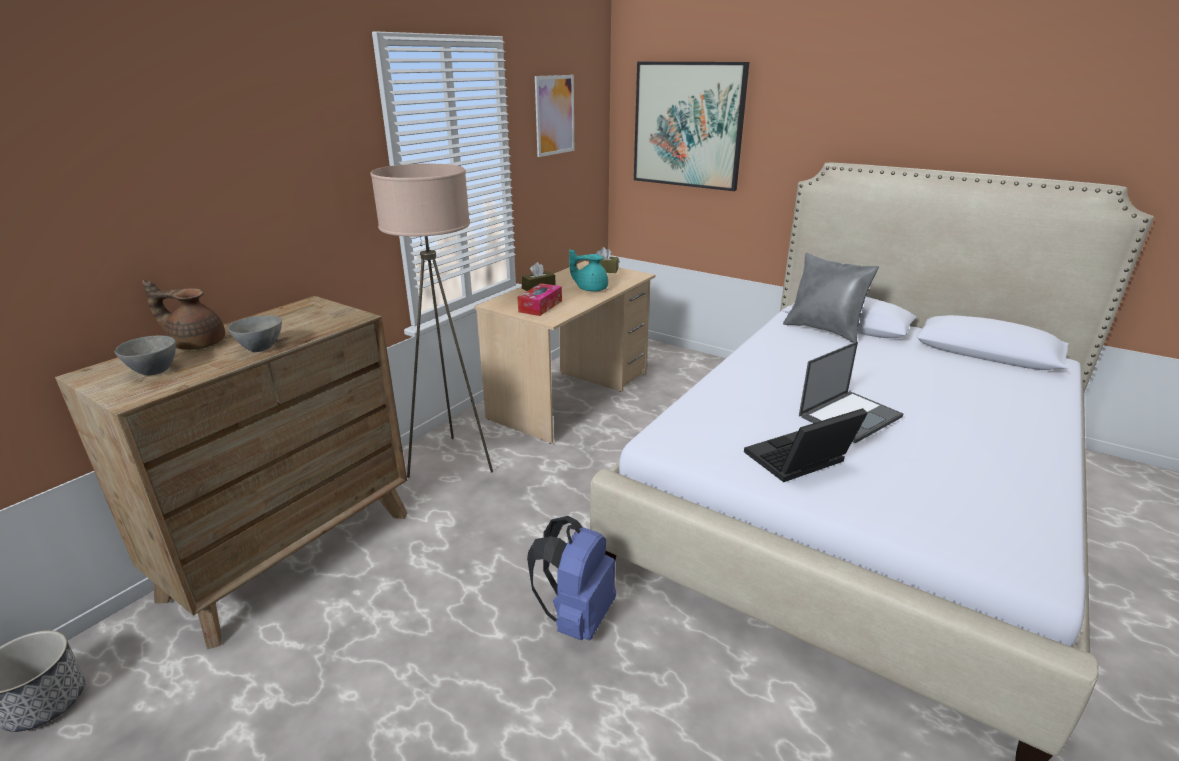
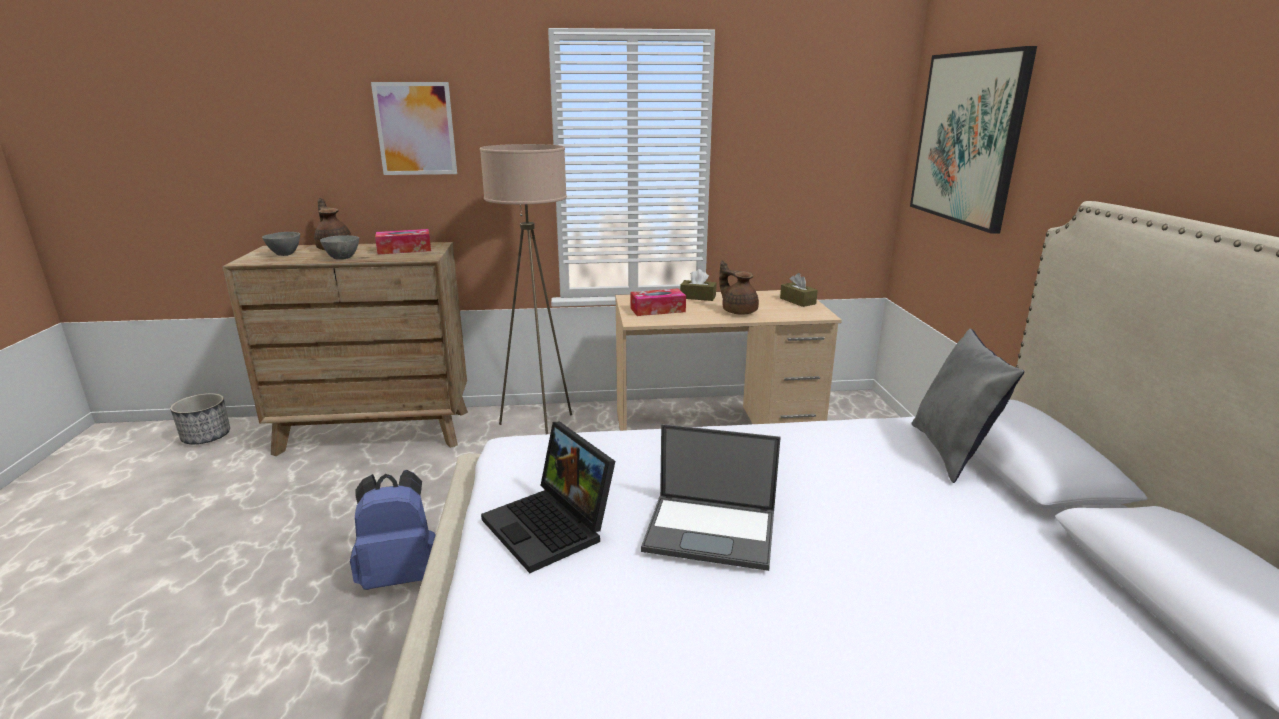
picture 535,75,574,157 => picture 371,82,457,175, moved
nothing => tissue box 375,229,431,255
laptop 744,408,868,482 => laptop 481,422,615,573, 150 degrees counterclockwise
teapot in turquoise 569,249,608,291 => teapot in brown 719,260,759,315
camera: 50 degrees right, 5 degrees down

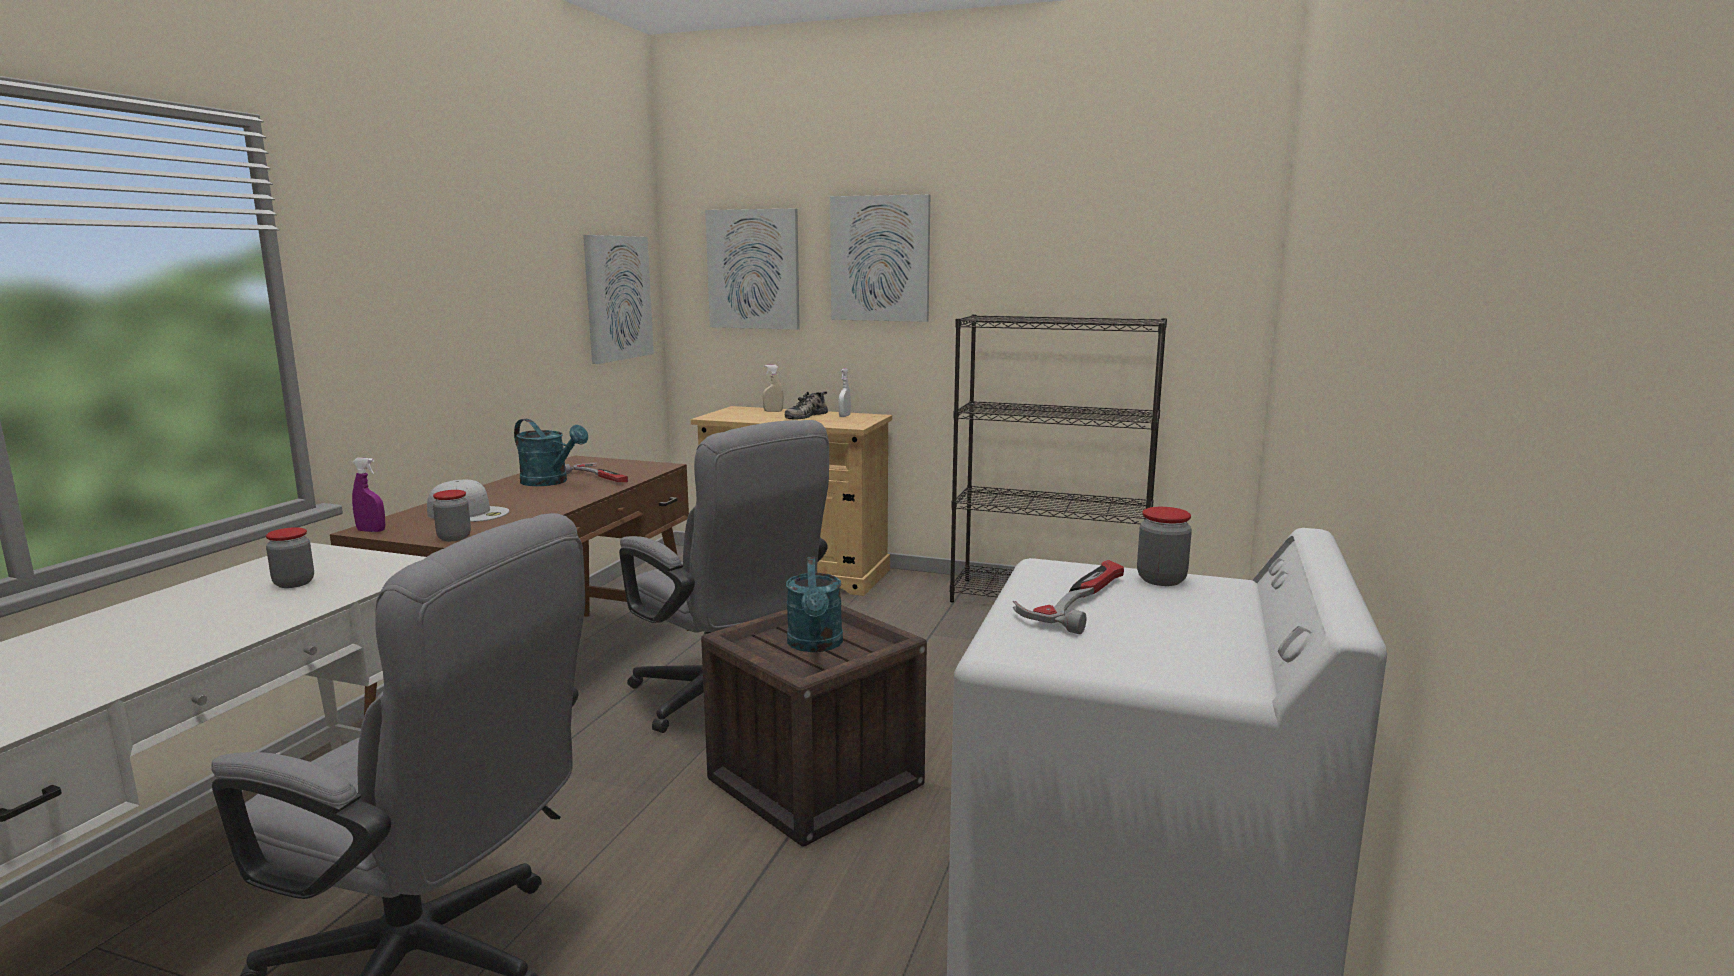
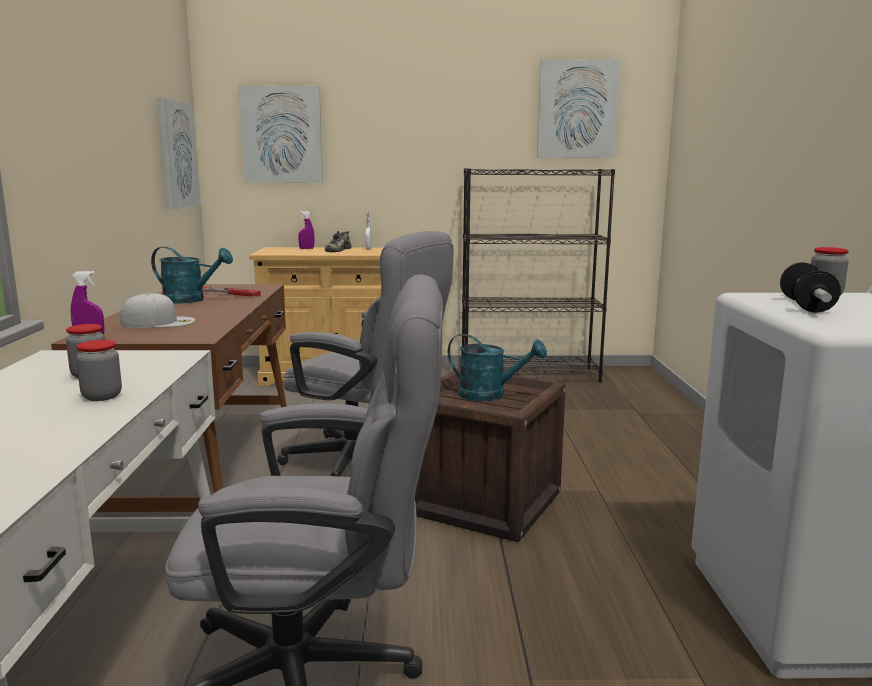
jar 433,490,471,541 => jar 76,340,122,401, moved
spray bottle in beige 763,365,783,412 => spray bottle in purple 298,211,314,249
watering can in turquoise 786,557,843,652 => watering can in turquoise 448,334,547,401, 45 degrees counterclockwise
picture 830,194,930,322 => picture 537,59,621,158, moved
hammer 1013,560,1124,634 => dumbbell 780,262,841,313
camera: 20 degrees left, 0 degrees up

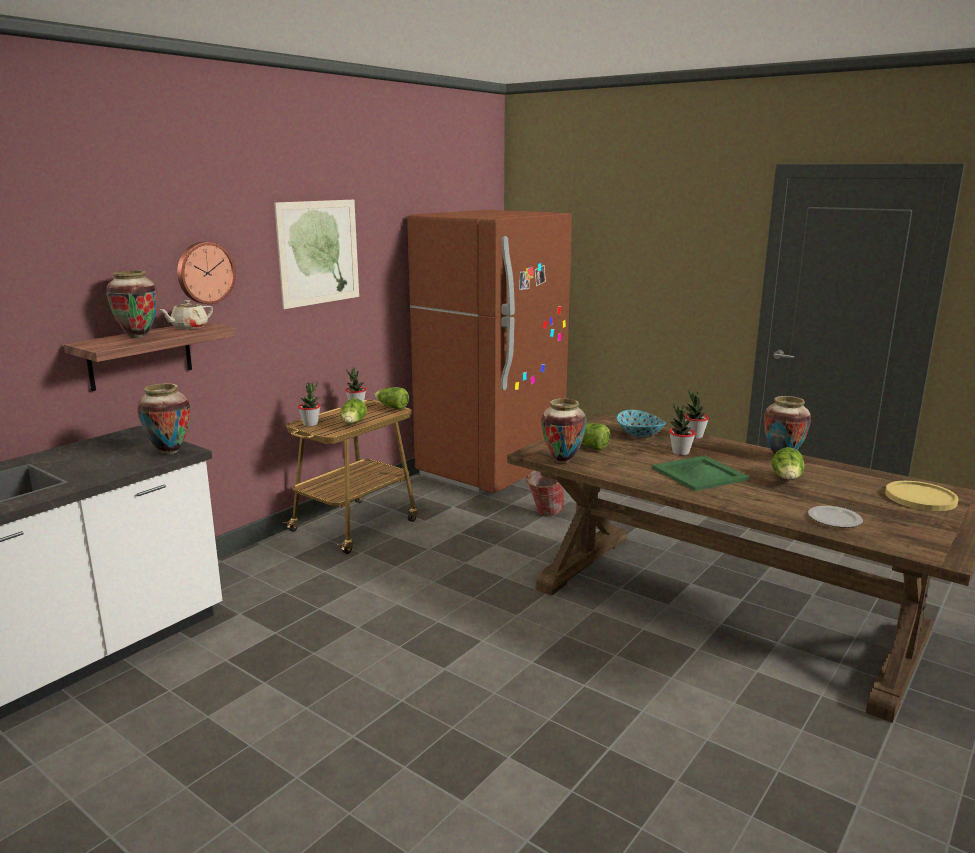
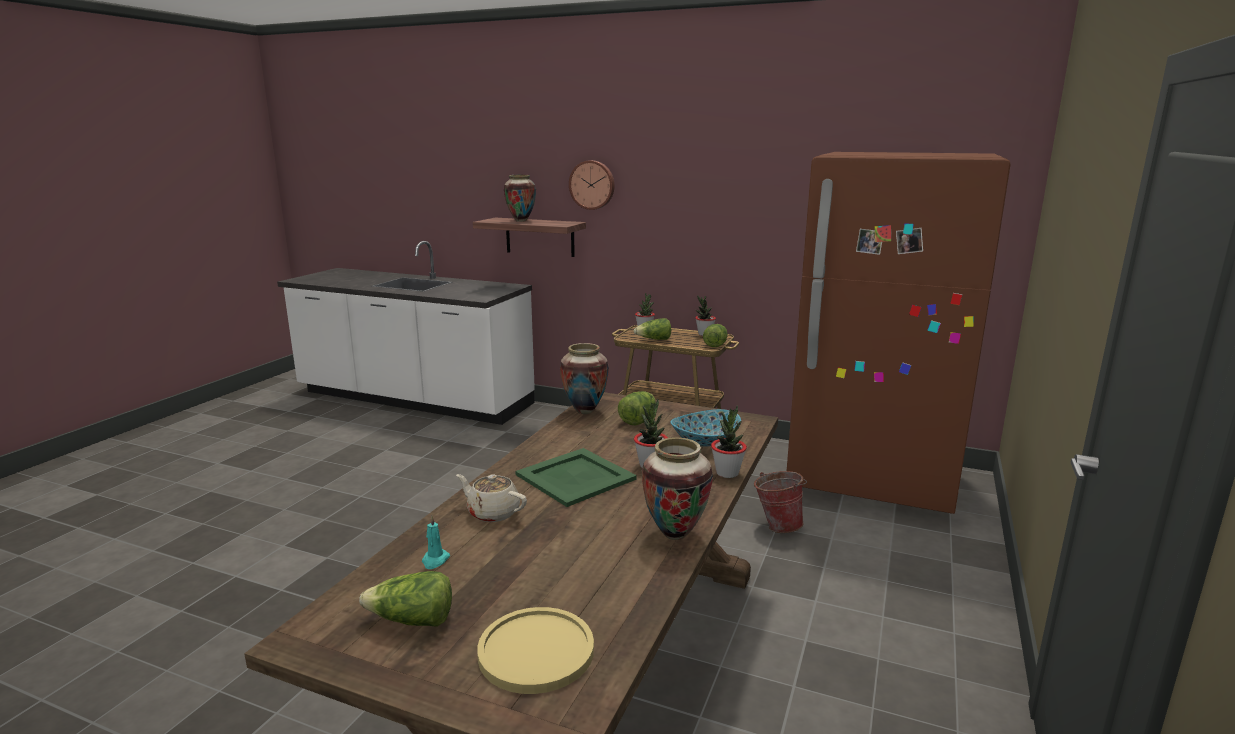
lettuce 771,447,805,480 => lettuce 359,571,452,627, moved
plate 808,506,863,528 => candle in turquoise 422,516,450,569
teapot in beige 159,300,213,329 => teapot in beige 456,474,527,522, moved
vase 137,383,190,455 => nothing
picture 274,200,359,309 => nothing
camera: 75 degrees right, 0 degrees up

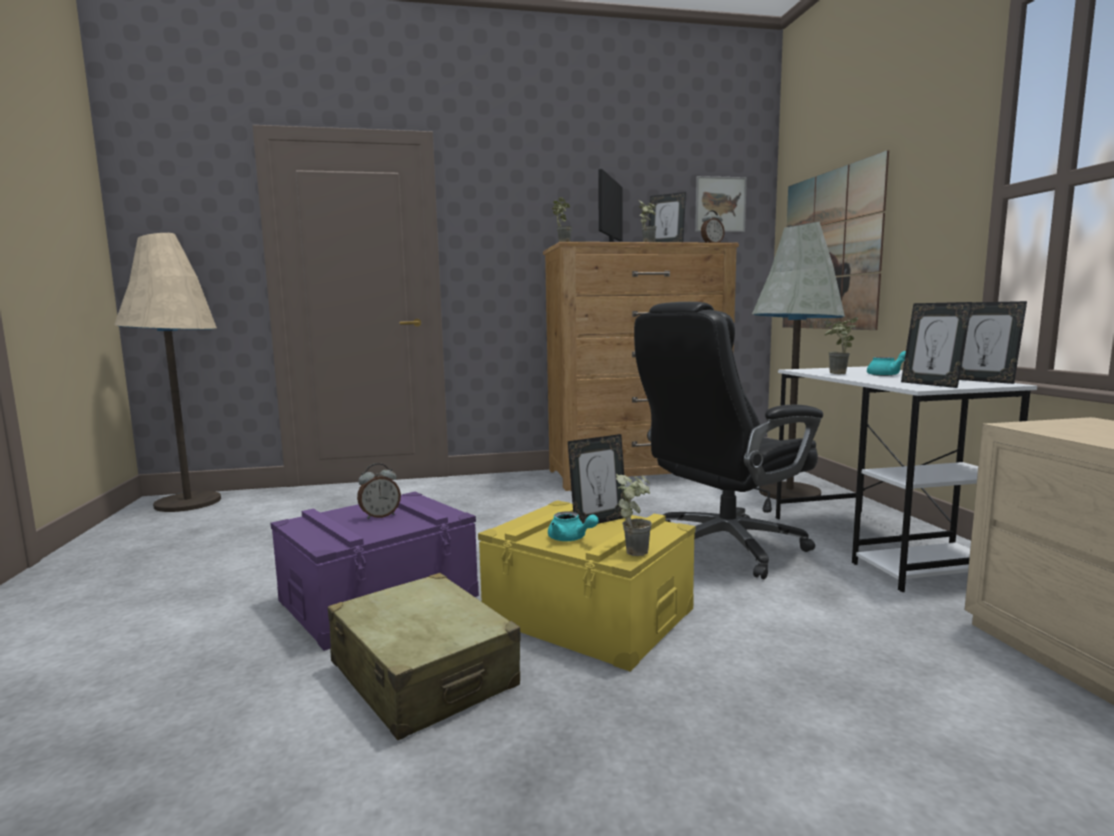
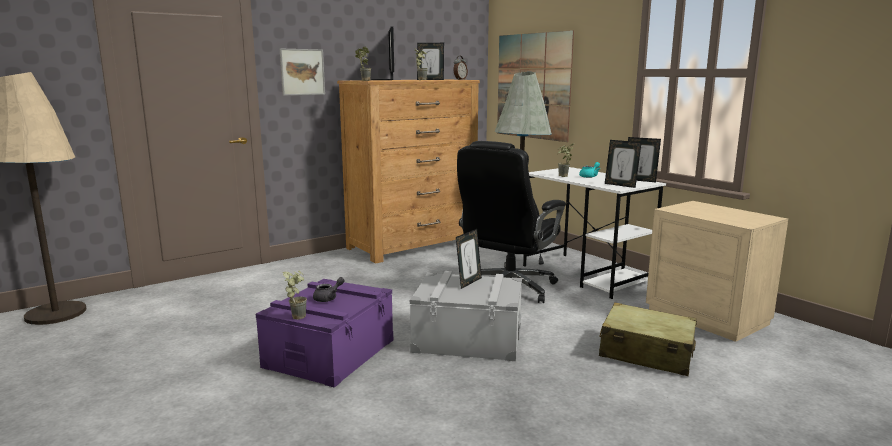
picture 695,176,747,232 => picture 280,49,325,96, moved
potted plant 616,474,652,556 => potted plant 283,270,307,320, moved
alarm clock 357,463,401,519 => teapot in grey 313,277,345,302
storage box in yellow 478,500,695,671 => storage box in grey 410,271,522,361
suitcase in beige 328,573,520,740 => suitcase in beige 599,303,697,376, moved
teapot in turquoise 548,511,599,541 => nothing
camera: 25 degrees left, 5 degrees up

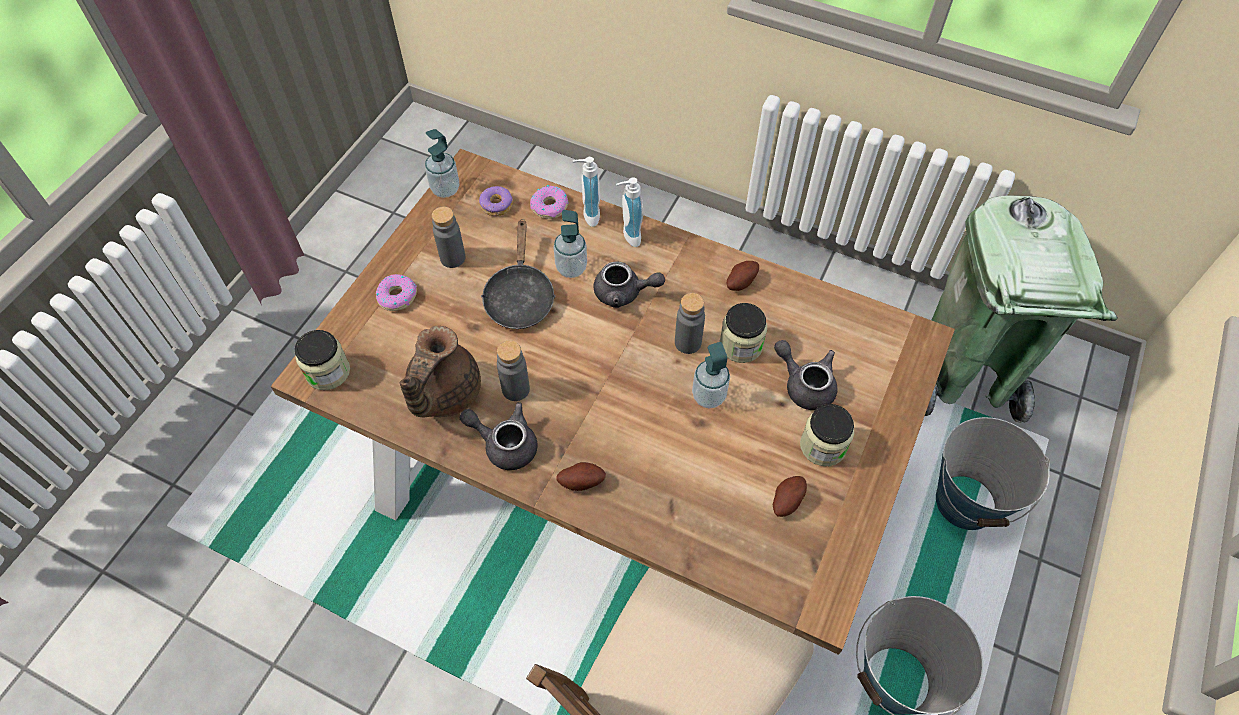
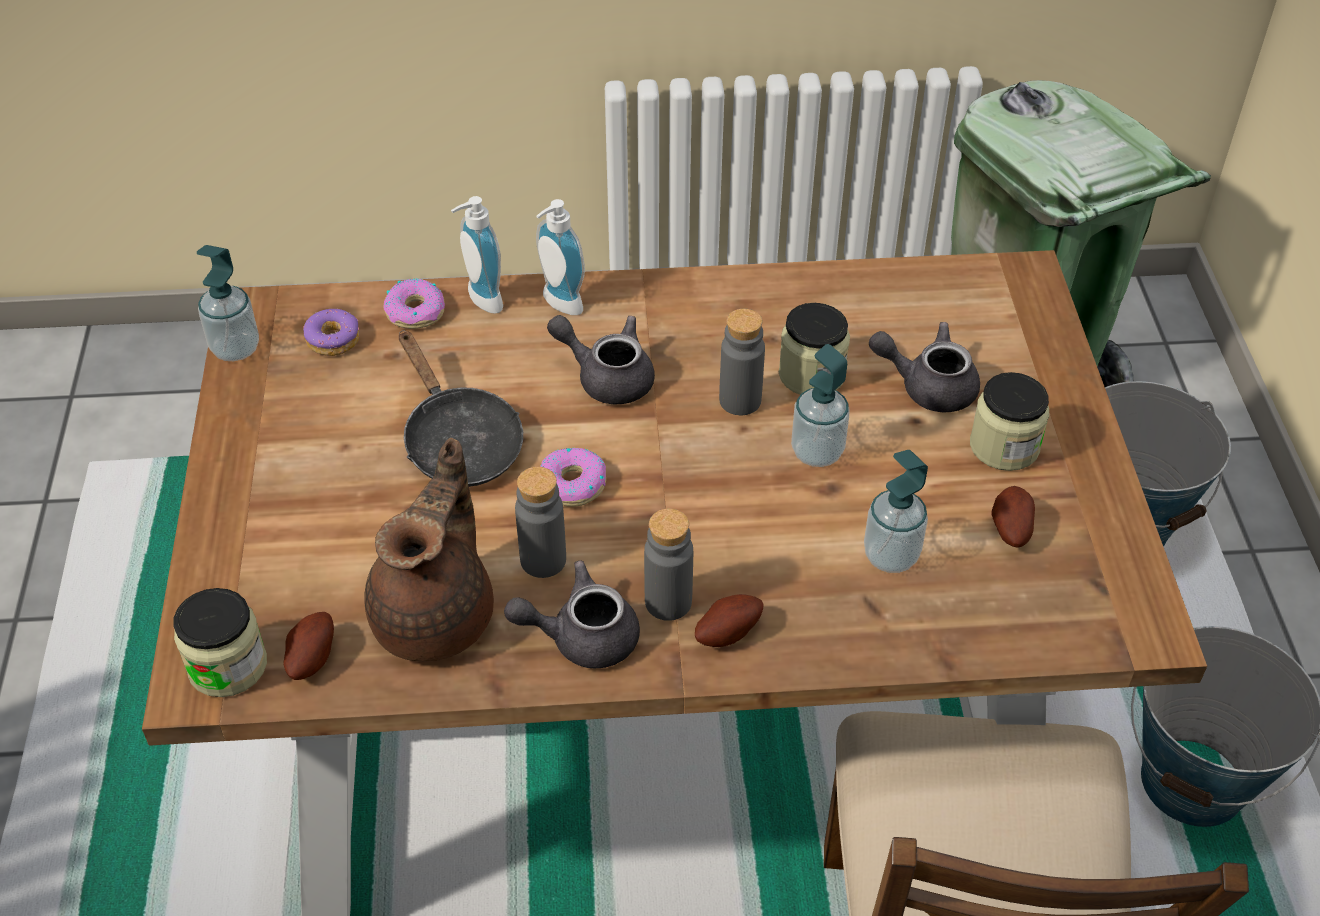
potato 727,261,759,291 => potato 283,612,334,680, moved
teapot in brown 399,326,481,417 => teapot in brown 364,438,494,661, 150 degrees counterclockwise
donut 376,274,417,311 => donut 540,448,606,507, moved
teapot in grey 594,262,665,308 => teapot in grey 547,315,655,404, 135 degrees counterclockwise
bottle in grey 432,207,466,268 => bottle in grey 644,509,693,621, moved
soap dispenser 553,210,587,278 => soap dispenser 864,450,928,573, moved
camera: 30 degrees left, 10 degrees down

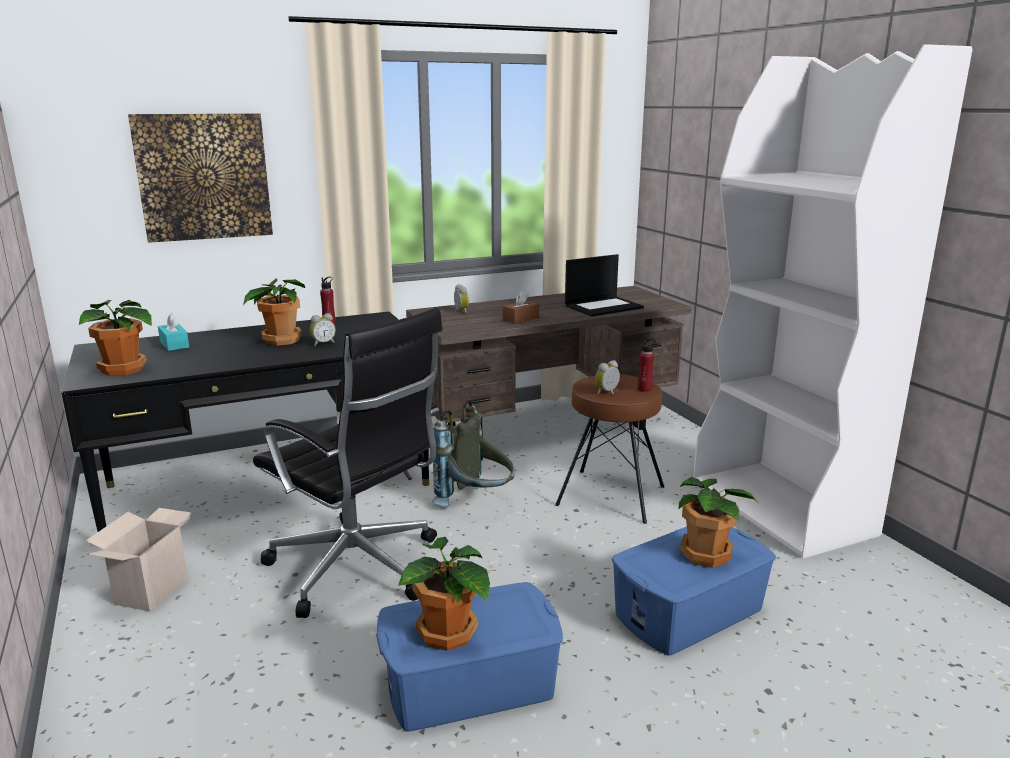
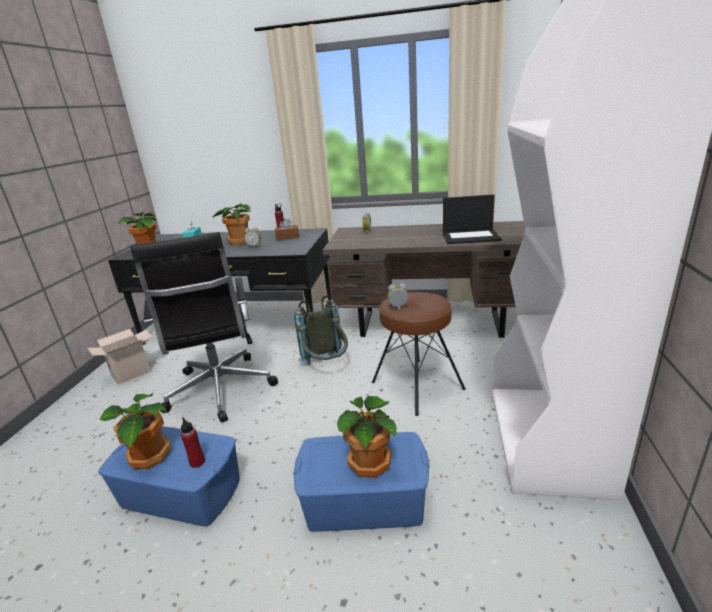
bottle in red 638,339,656,392 => bottle in red 181,417,205,468, moved
tissue box in brown 503,291,539,324 => tissue box in brown 275,218,299,240, moved
picture 128,113,273,243 => nothing
camera: 35 degrees right, 5 degrees up

